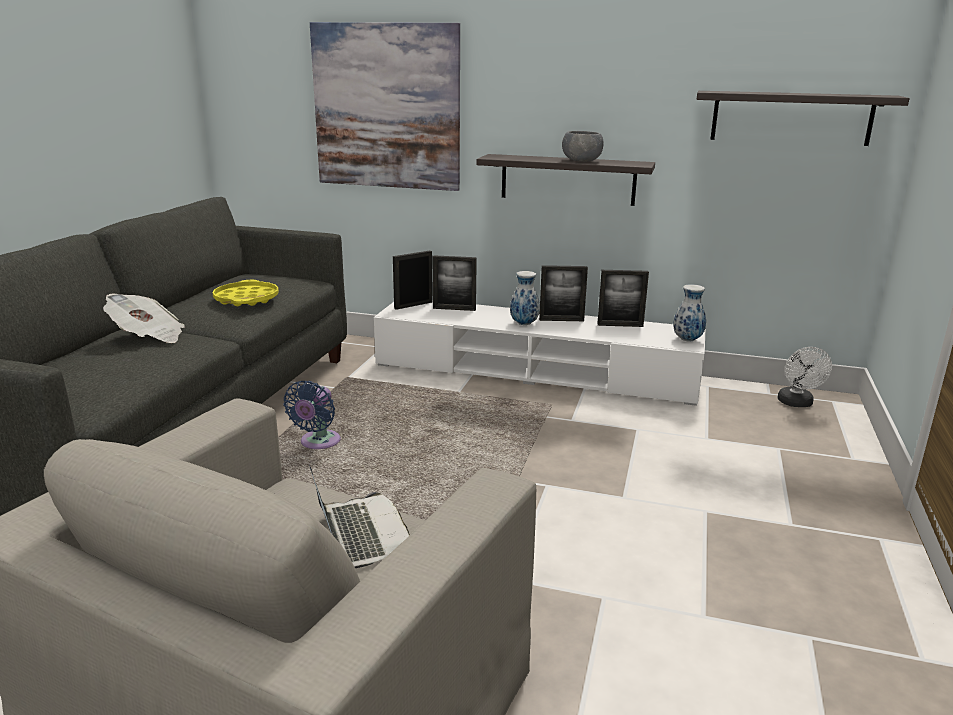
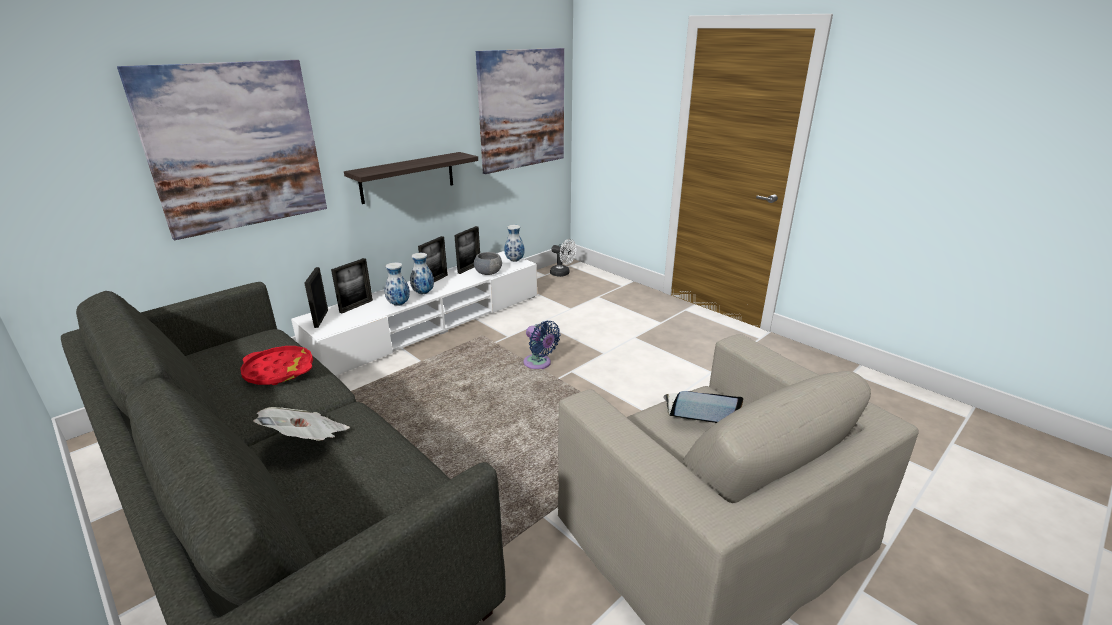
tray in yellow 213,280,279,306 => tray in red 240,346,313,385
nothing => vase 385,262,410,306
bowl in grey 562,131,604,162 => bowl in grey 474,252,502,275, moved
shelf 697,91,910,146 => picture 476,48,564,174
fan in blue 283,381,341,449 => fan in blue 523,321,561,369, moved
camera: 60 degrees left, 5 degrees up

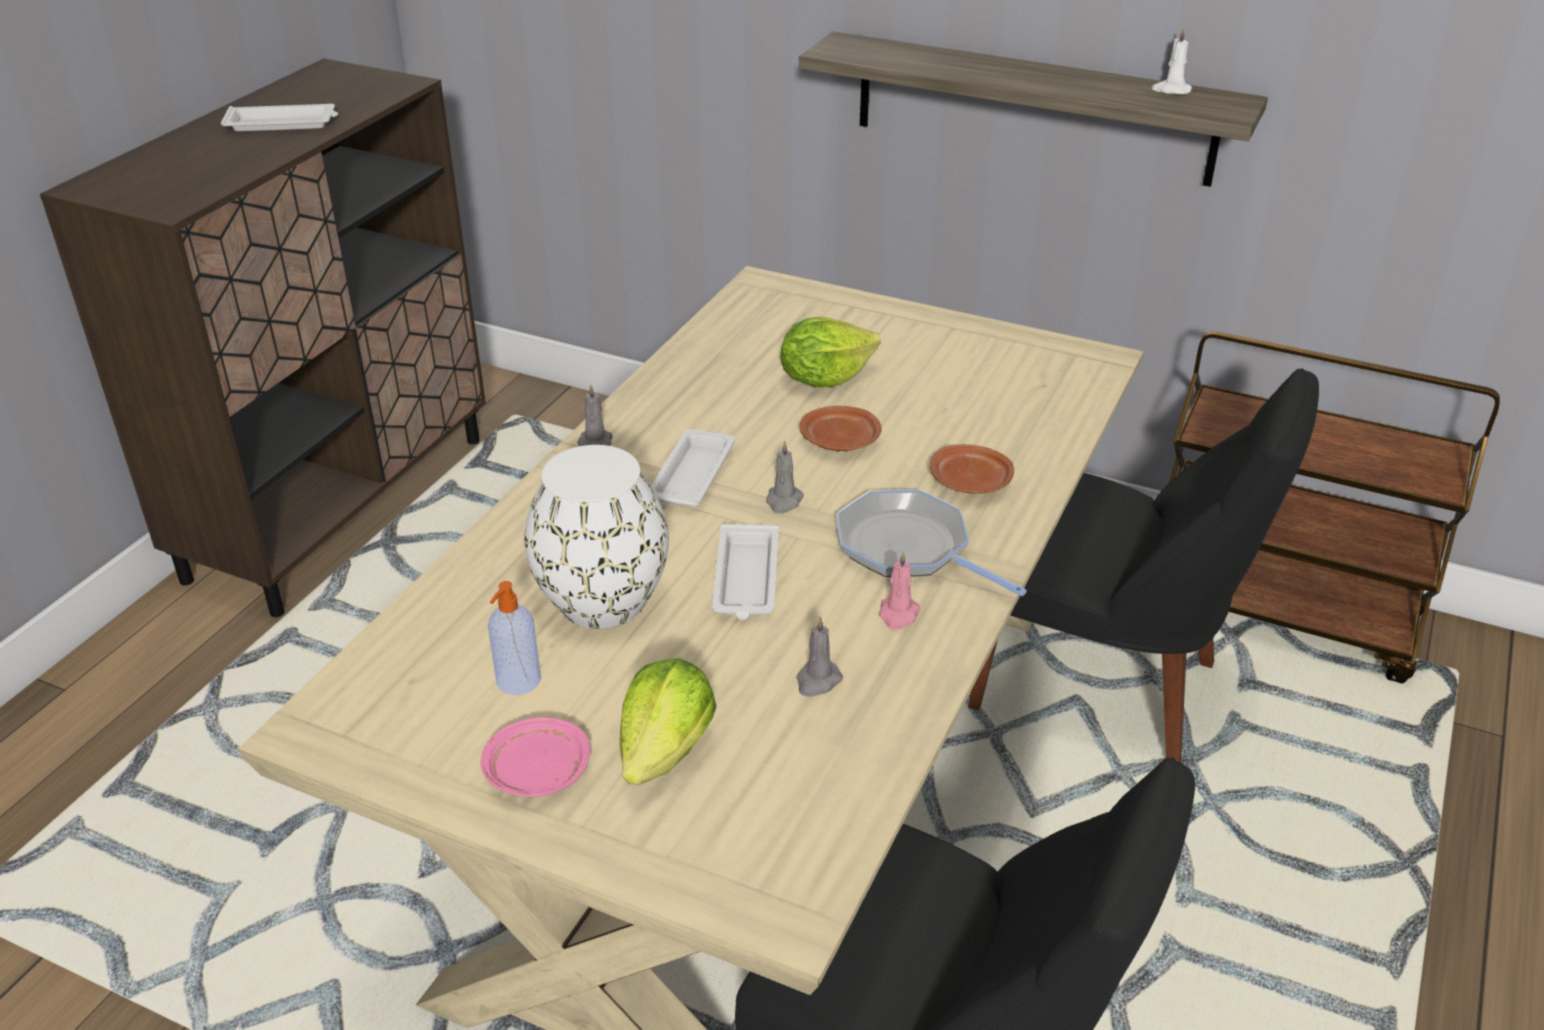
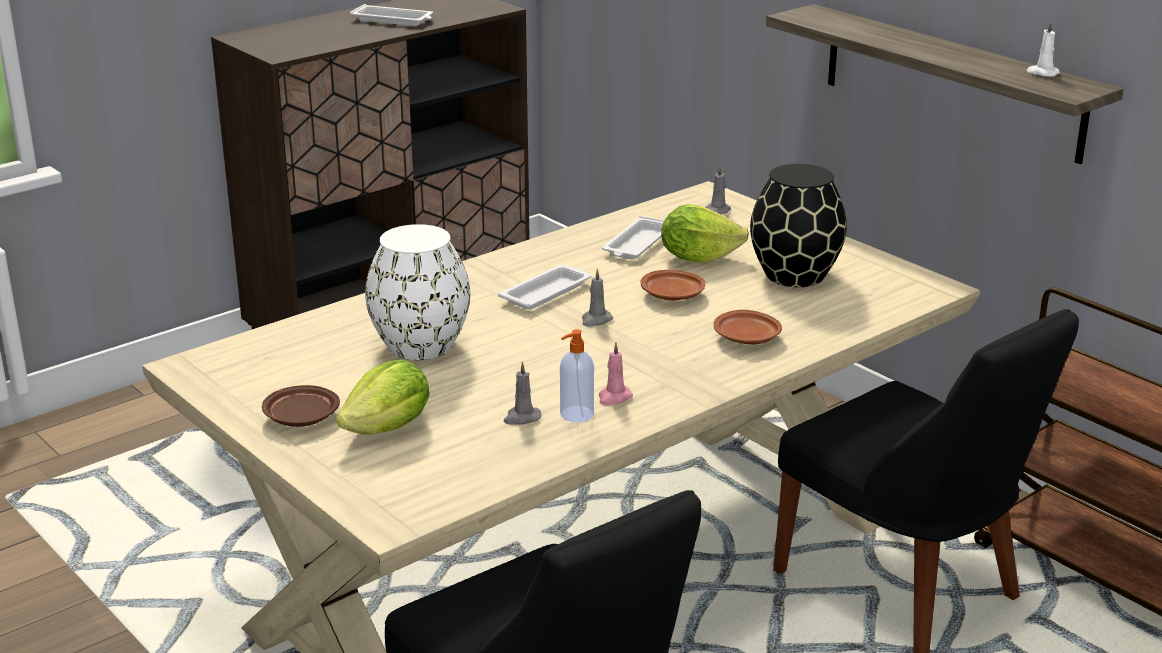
plate in pink 481,717,590,797 => plate in brown 262,385,340,427
soap dispenser 488,581,541,695 => soap dispenser 560,329,594,422, moved
tray in white 712,524,779,620 => tray in white 602,216,664,260, moved
candle in grey 577,384,612,446 => candle in grey 706,166,731,214, moved
nothing => vase in black 750,164,847,287
frying pan 836,489,1027,596 => nothing
camera: 25 degrees right, 10 degrees down

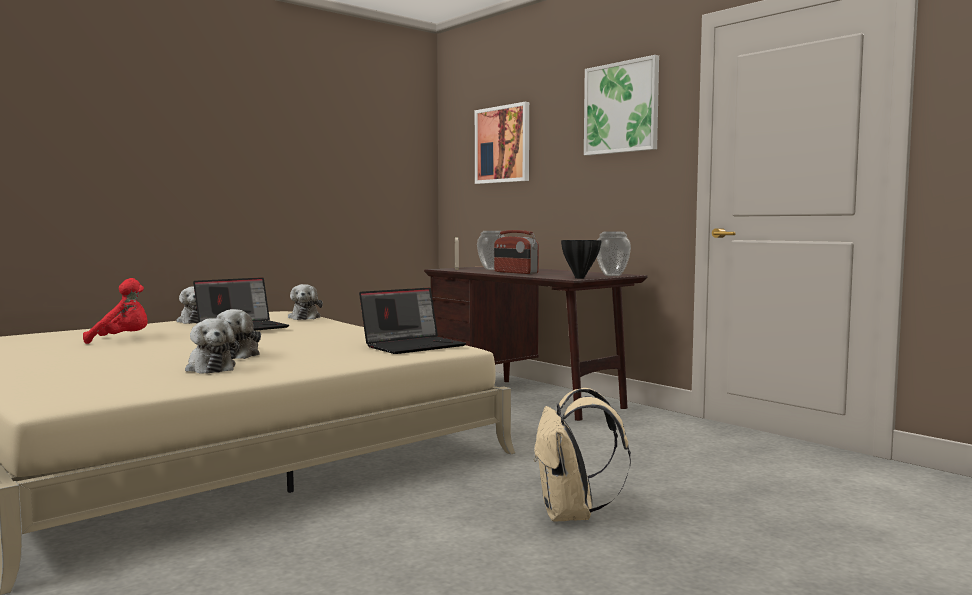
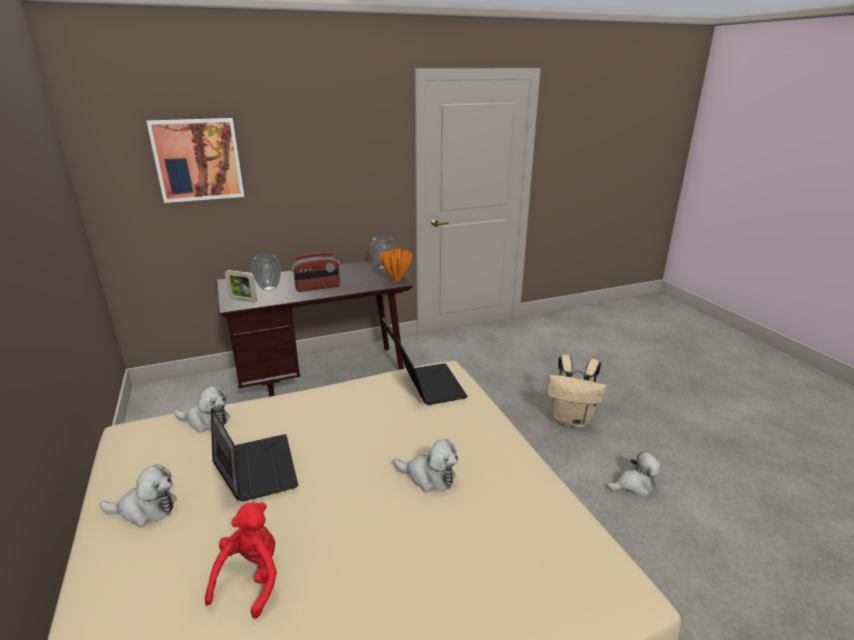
vase in black 561,240,602,279 => vase in orange 379,249,413,281
plush toy 185,318,240,374 => plush toy 607,451,660,497, moved
picture 584,55,659,156 => nothing
camera: 70 degrees left, 20 degrees up

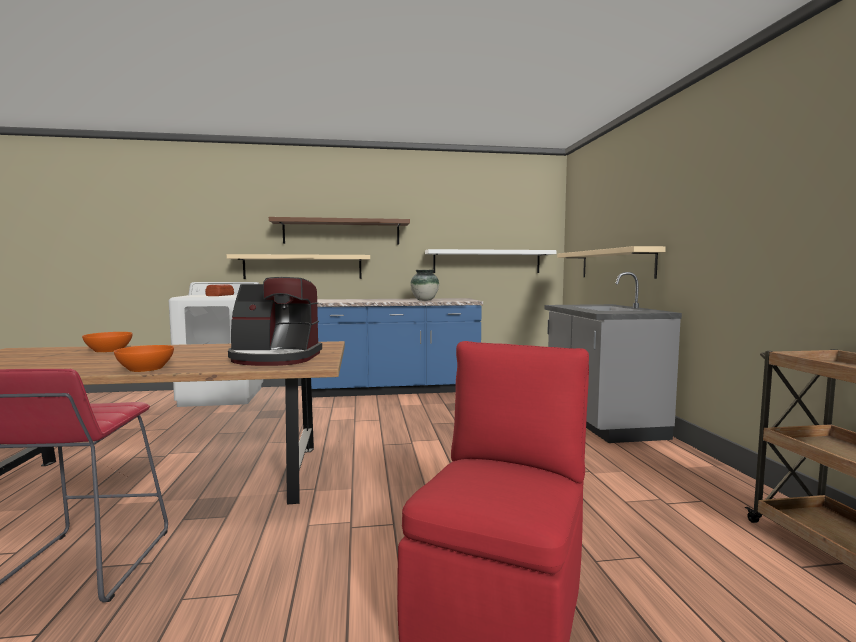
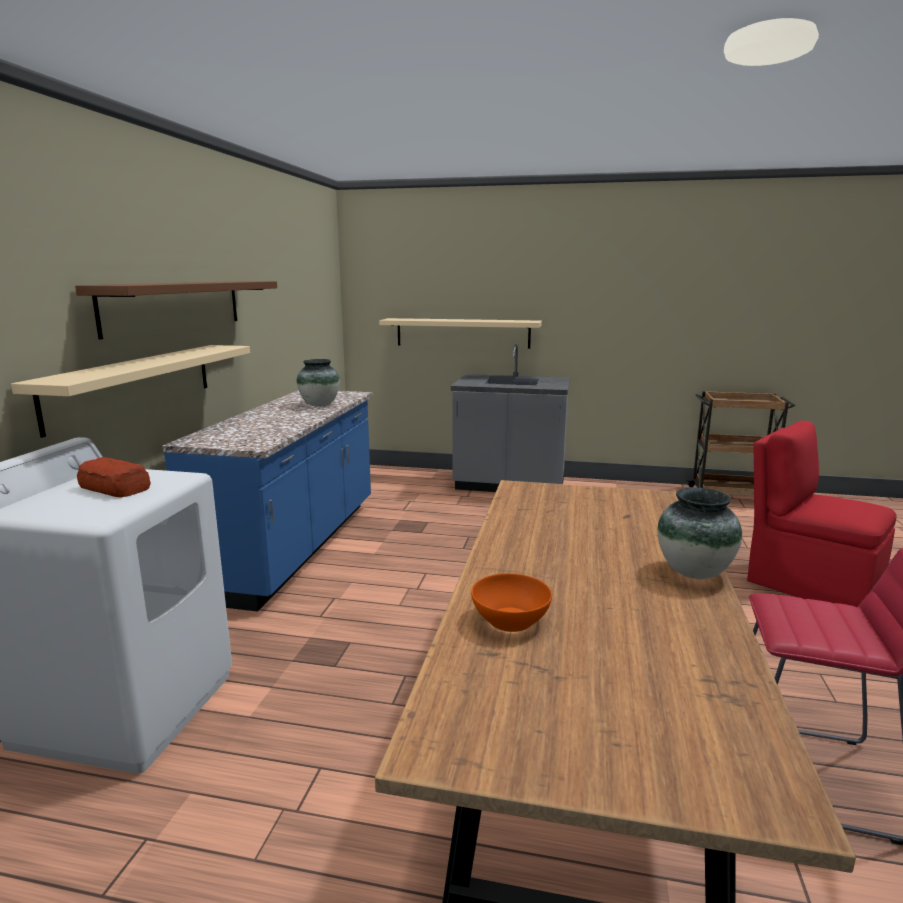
bowl in orange 114,345,174,372 => vase 657,487,742,579
coffee machine 228,277,322,366 => nothing
shelf in white 425,249,556,273 => nothing
camera: 70 degrees left, 10 degrees up

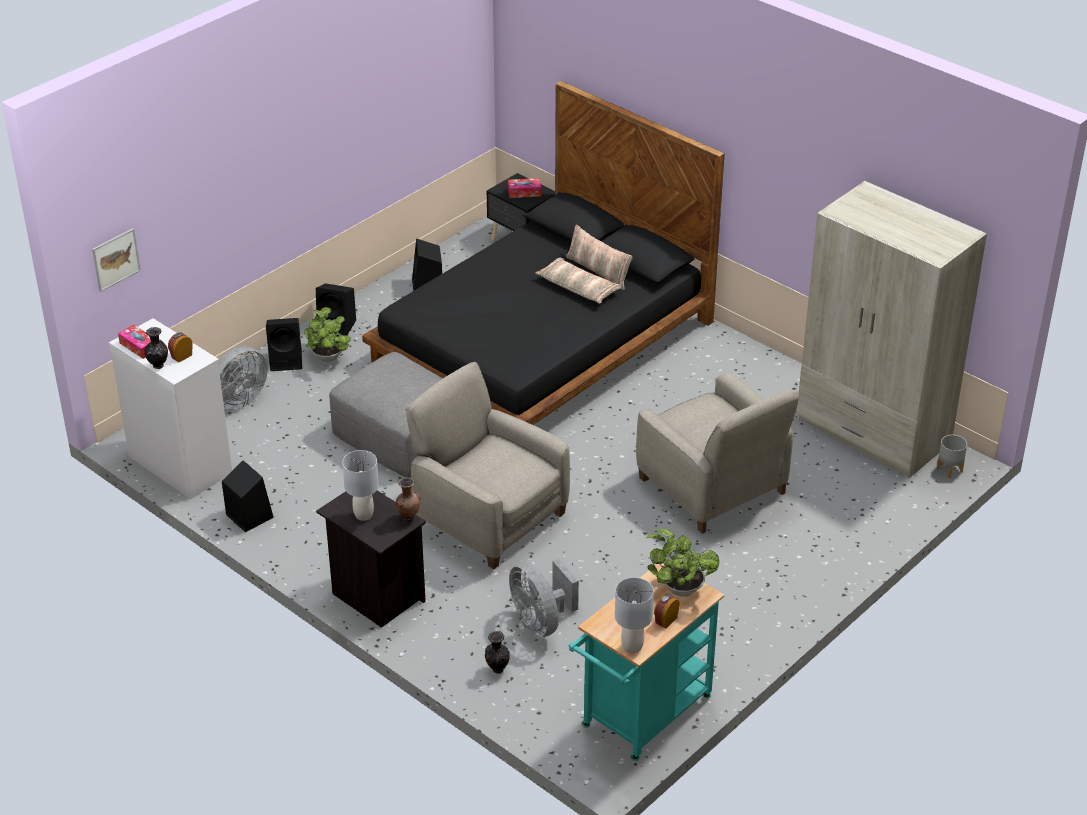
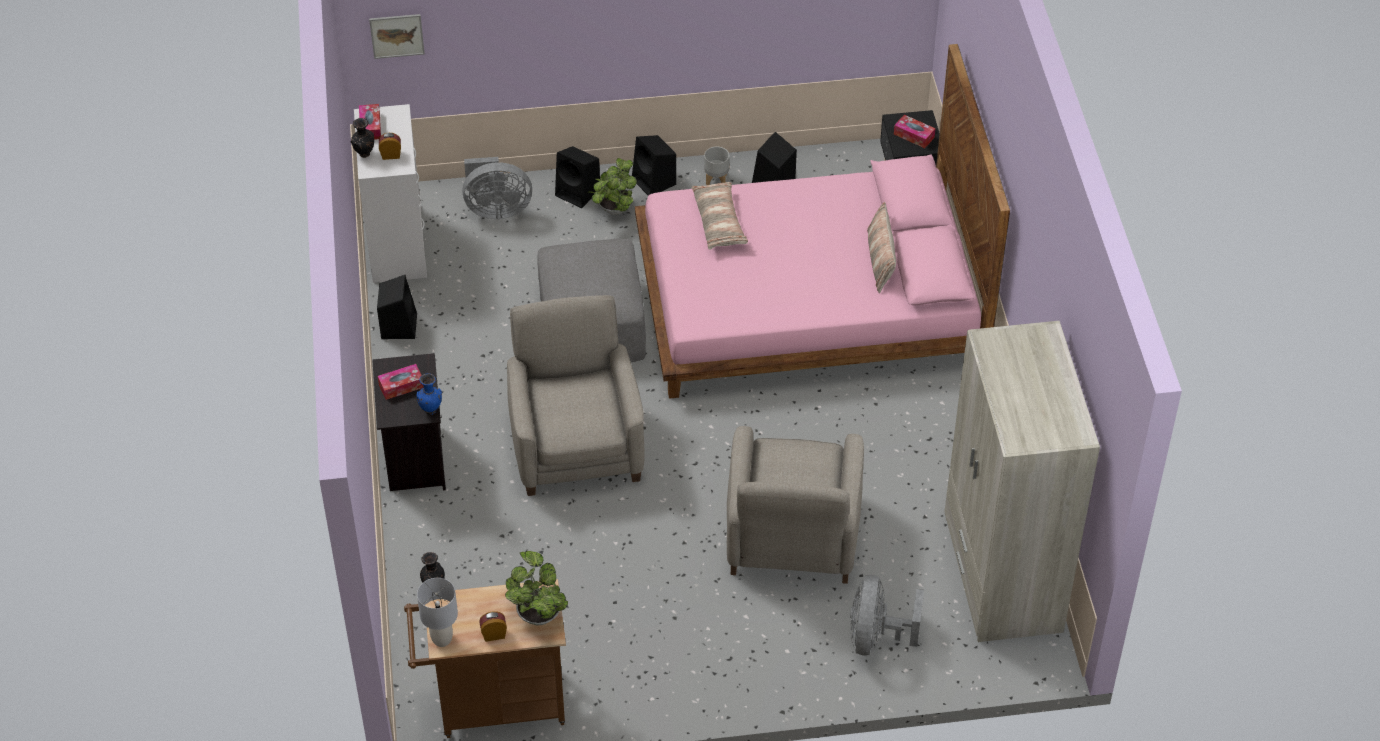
table lamp in grey 342,450,379,521 => tissue box 378,364,424,400
cart in turquoise 569,563,724,761 => cart in brown 404,579,566,738
vase in brown 395,477,420,522 => vase in blue 416,374,442,415
bed in black 362,81,725,425 => bed in pink 635,44,1010,399
pillow 535,257,621,303 => pillow 692,182,748,250, moved
planter in grey 937,435,967,478 => planter in grey 704,147,729,185, moved
fan in grey 509,558,579,637 => fan in grey 850,575,924,655, moved
camera: 40 degrees right, 10 degrees up

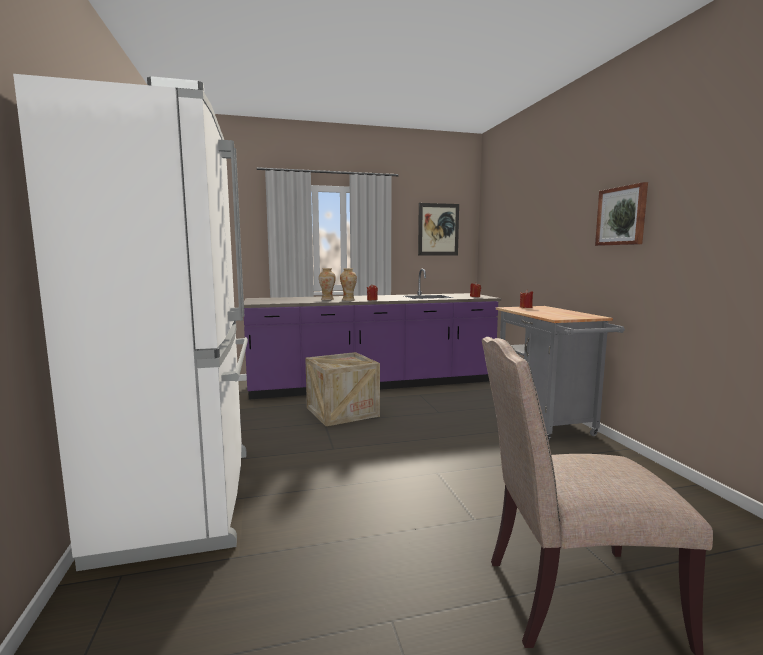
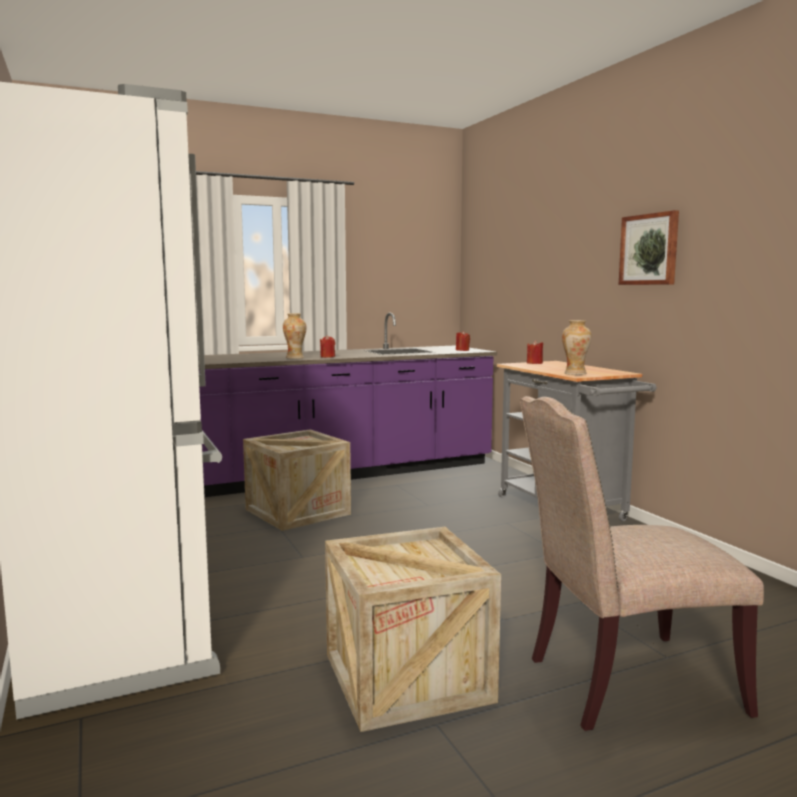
nothing => crate 325,527,501,732
vase 319,268,336,300 => vase 562,320,591,375, moved
picture 418,203,459,256 => nothing
camera: 10 degrees left, 0 degrees up

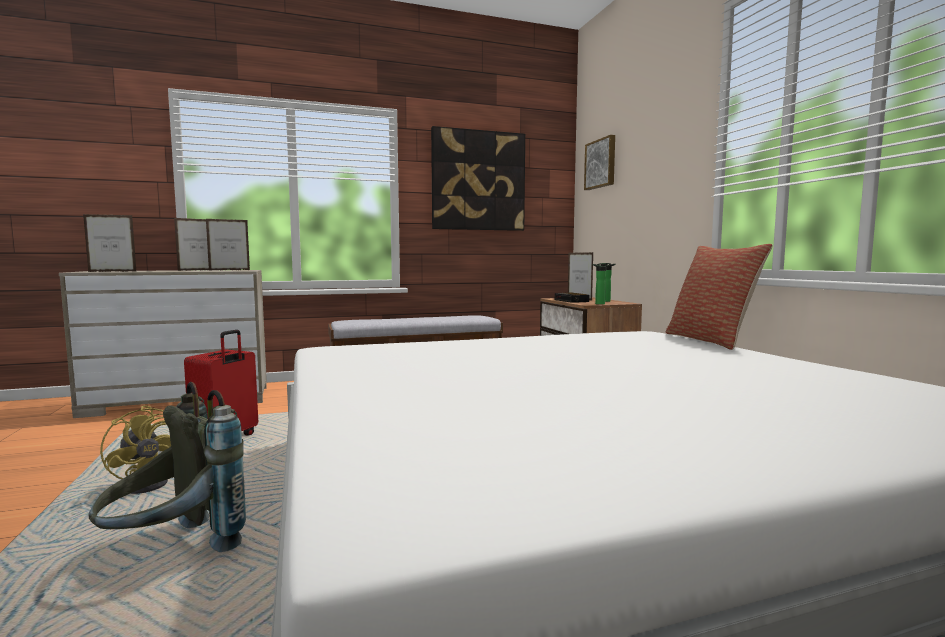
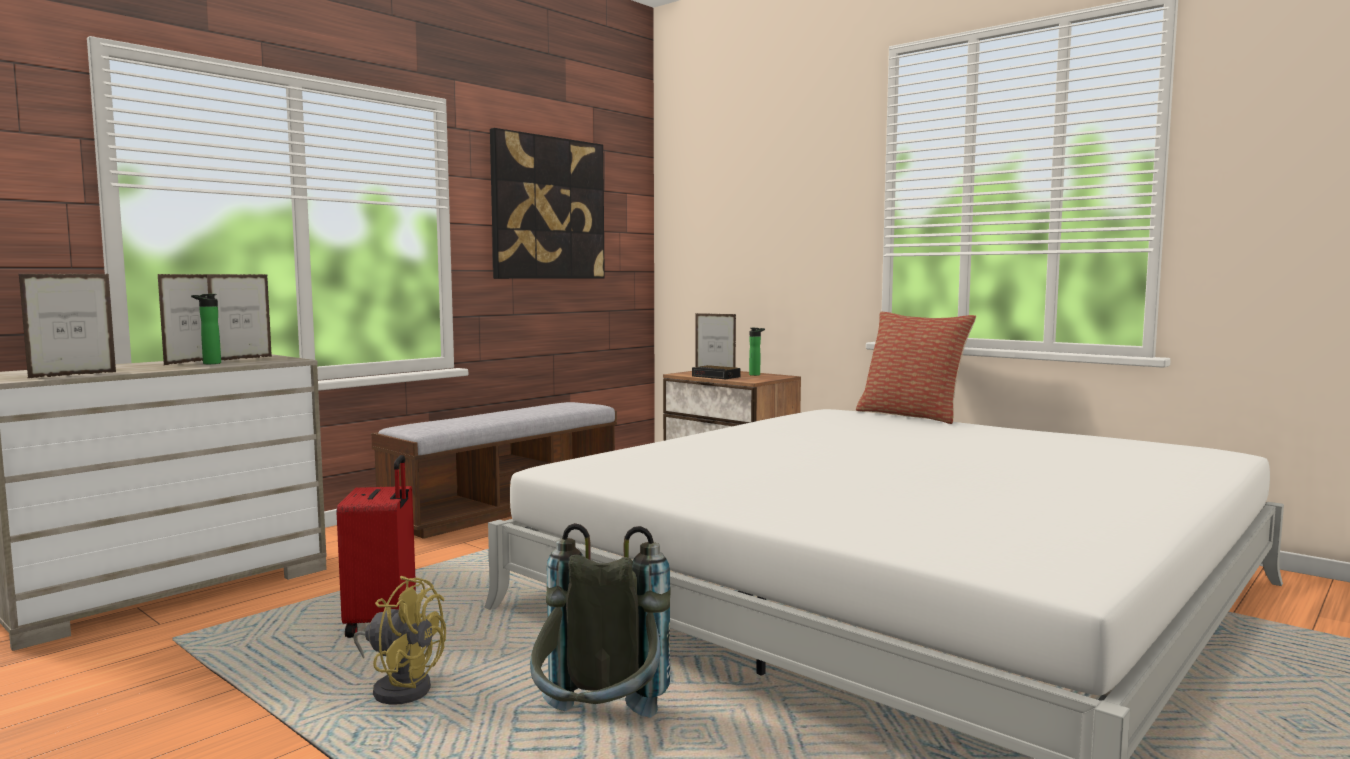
bottle 592,263,606,305 => bottle 191,294,221,364, moved
picture 584,135,615,190 => nothing
camera: 30 degrees left, 0 degrees up

